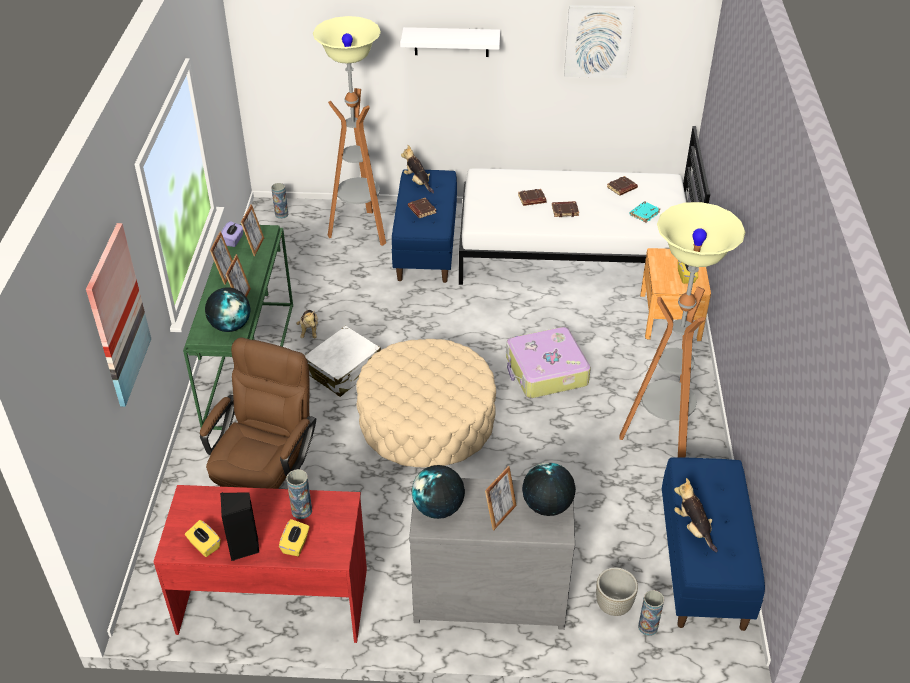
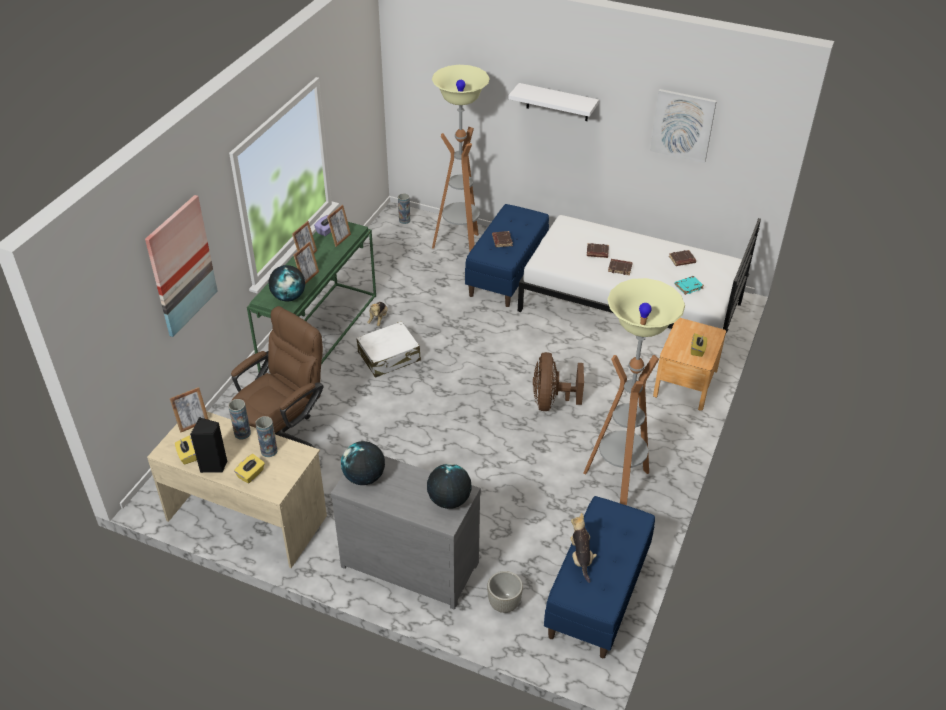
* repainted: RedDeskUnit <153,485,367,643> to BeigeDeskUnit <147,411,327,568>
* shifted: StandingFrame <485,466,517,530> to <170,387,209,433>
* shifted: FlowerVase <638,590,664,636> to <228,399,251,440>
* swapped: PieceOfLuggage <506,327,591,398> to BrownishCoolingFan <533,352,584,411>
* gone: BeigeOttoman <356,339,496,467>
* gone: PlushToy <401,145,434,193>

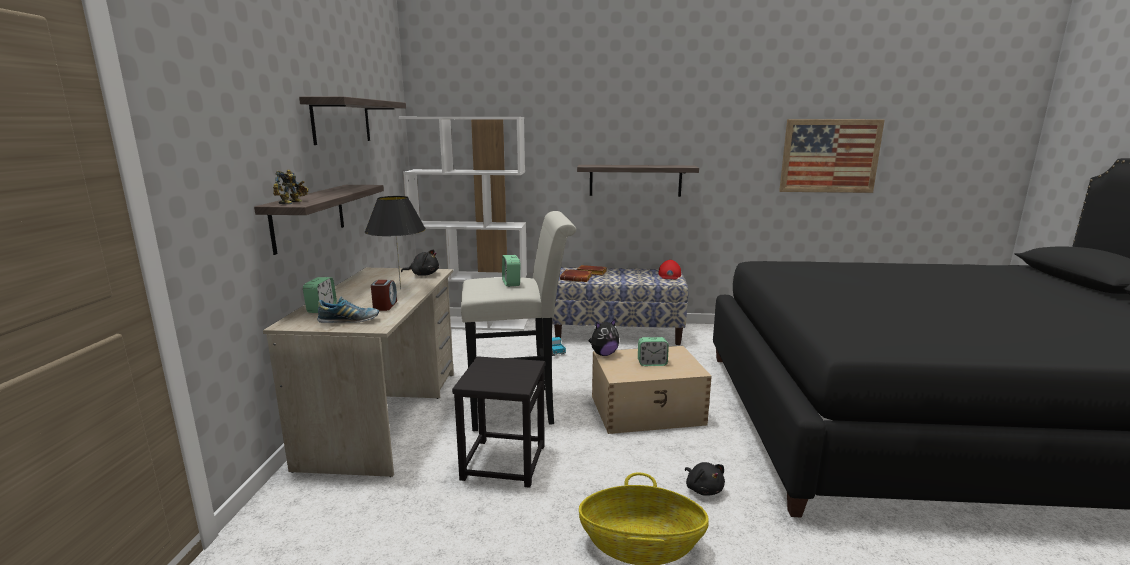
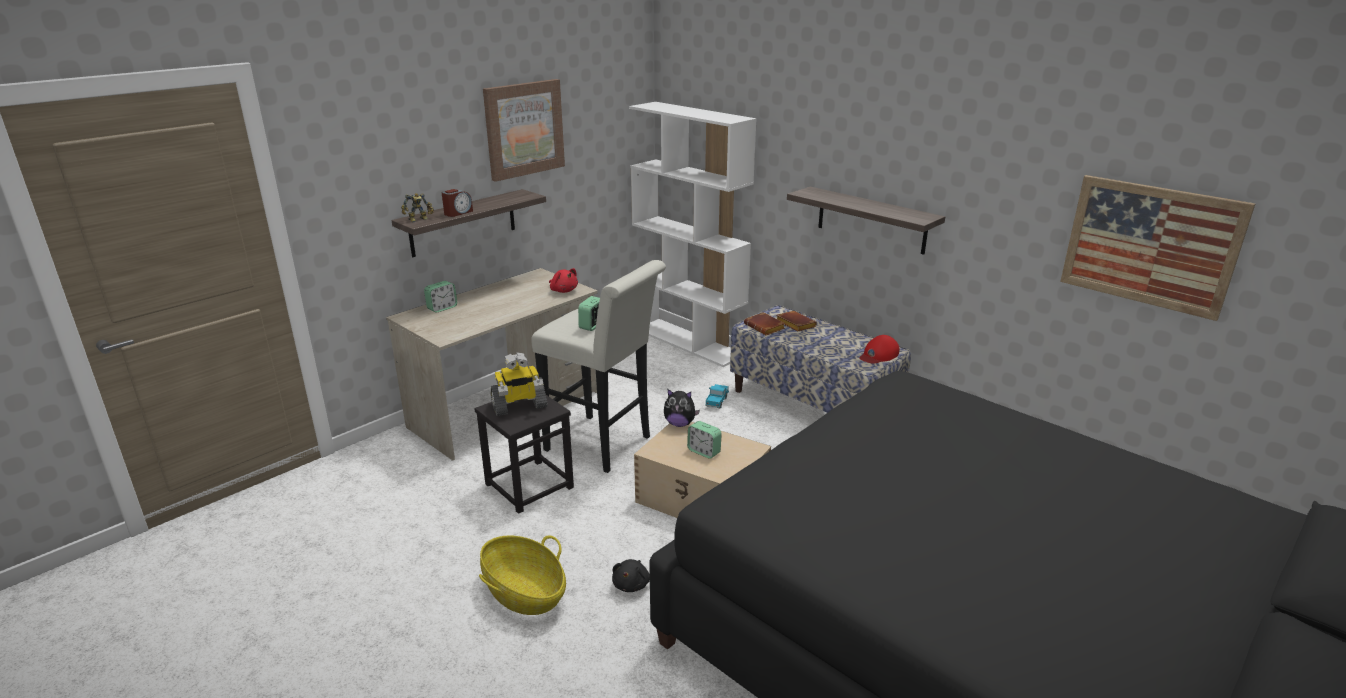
* shifted: AlarmClock <371,280,397,311> to <442,189,473,217>
* swapped: Shelf <299,97,406,145> to Picture <483,79,565,182>
* new: ToyRobot <491,352,548,416>
* repainted: BlackPlushToy <401,249,439,276> to RedPlushToy <549,268,578,293>
* gone: LowShoe <317,297,379,323>
* gone: BlackTableLamp <365,196,426,289>

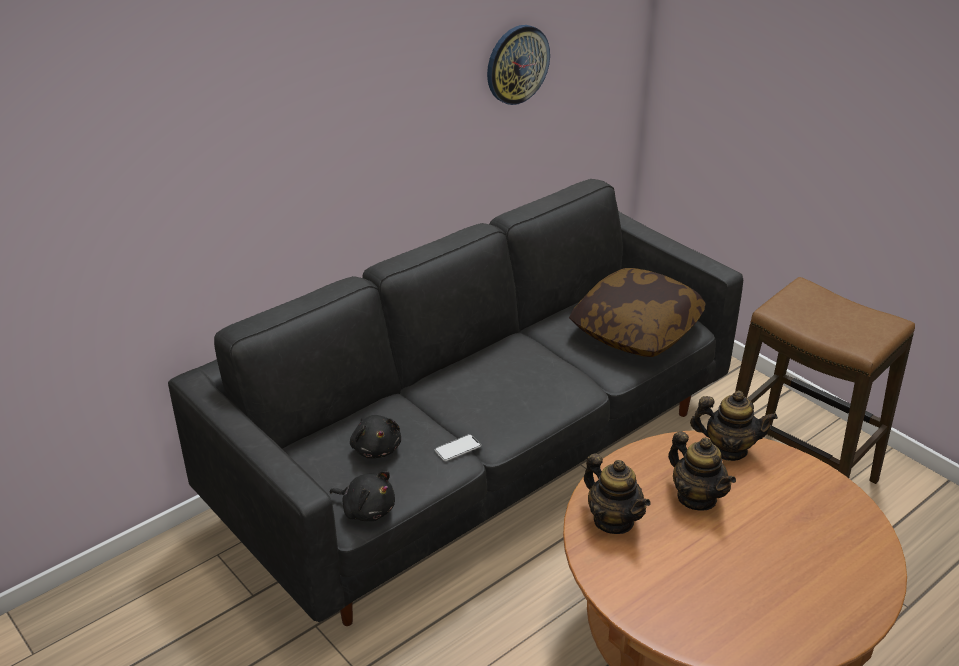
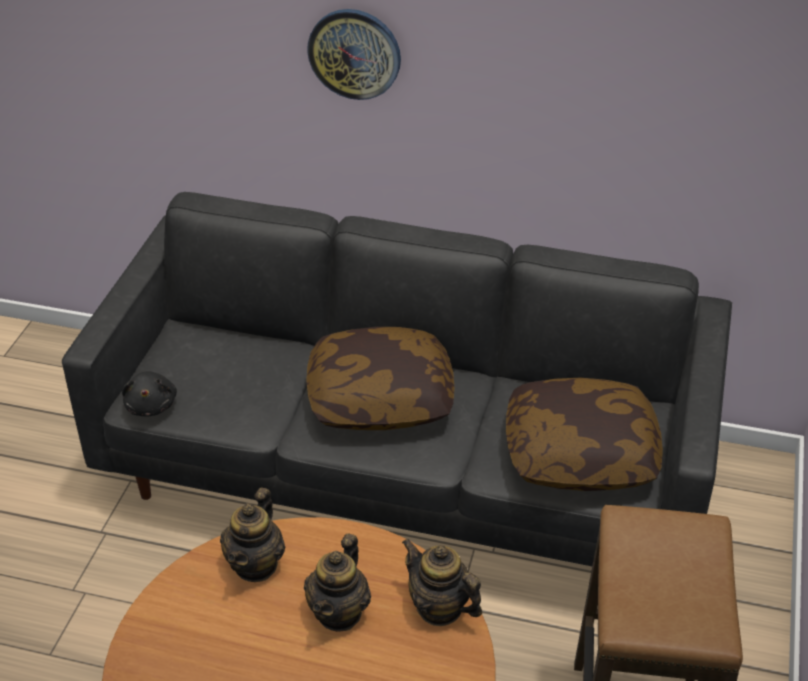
* new: Pillow <306,327,454,430>
* shifted: HangingClock <487,25,550,105> to <307,9,401,100>
* rotated: TeaPot <690,391,778,461> = <402,539,482,626> 150 degrees clockwise
* gone: BlackPlushToy <350,415,401,458>
* gone: Telephone <434,434,481,461>

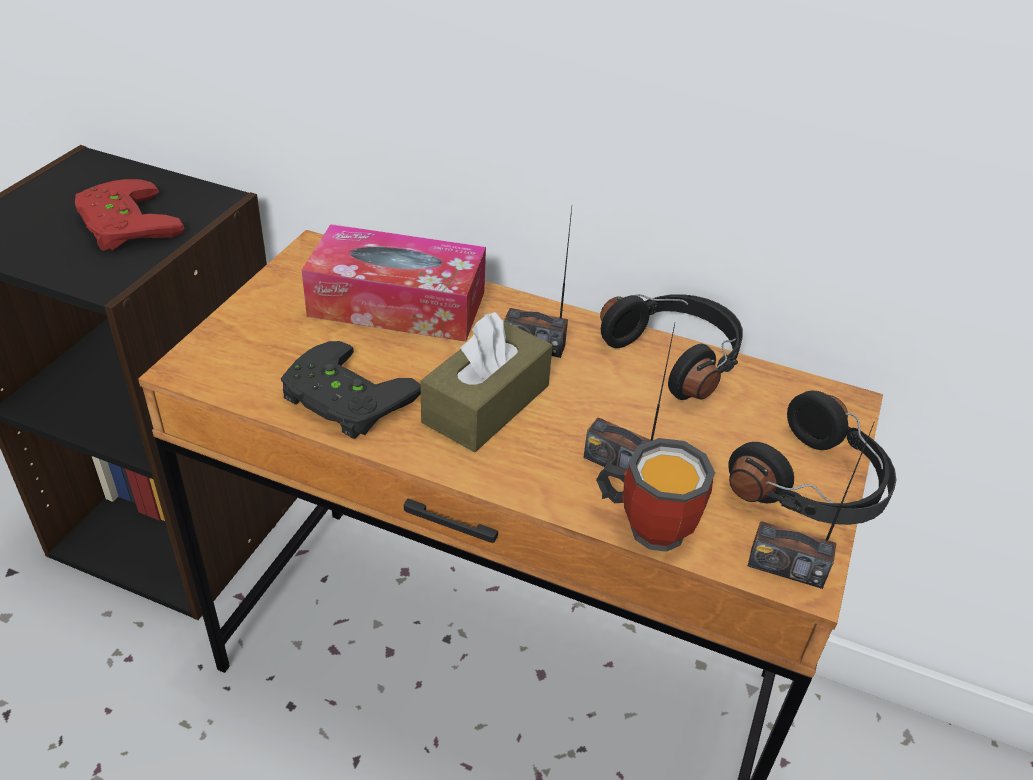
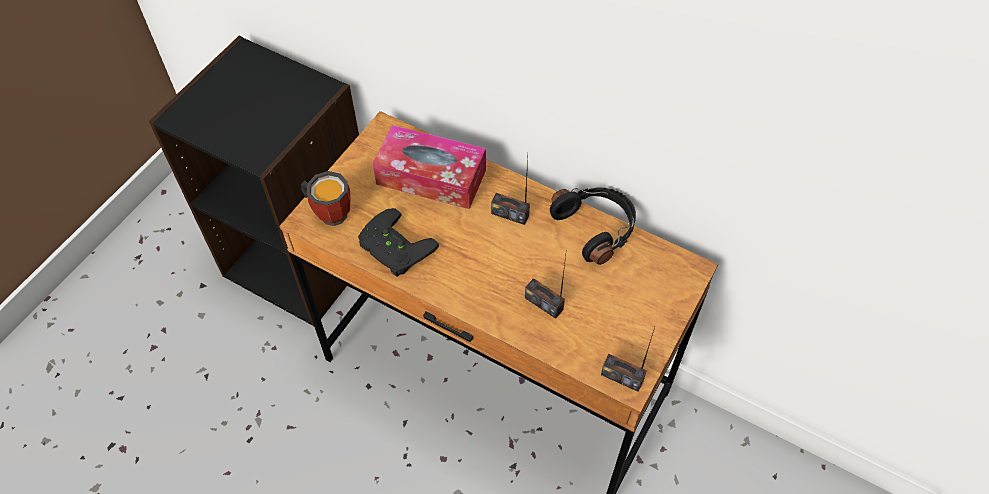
* shifted: TeaMug <596,438,715,552> to <301,171,351,226>
* gone: RedJoypad <75,179,184,251>
* gone: BrownishTissueHolder <420,312,553,452>
* gone: BlackPairOfHeadphones <728,391,896,525>

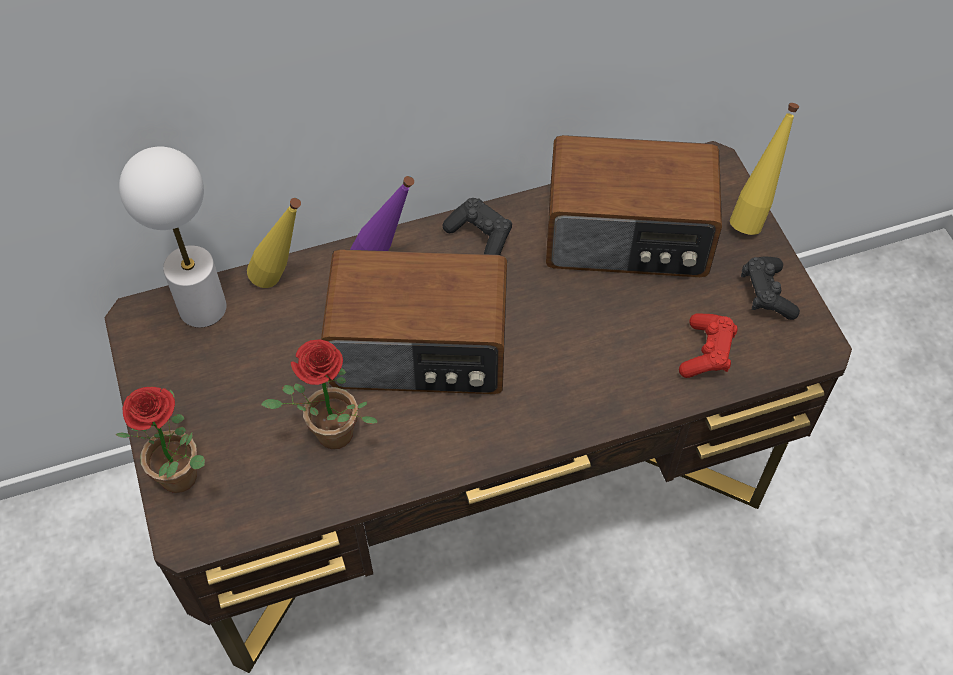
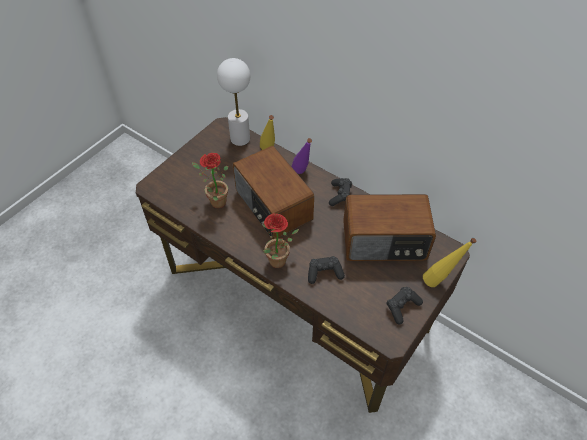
* shifted: PottedPlant <116,387,205,493> to <263,213,299,268>
* new: BlackJoypad <308,256,345,284>
* rotated: Radio <546,135,722,277> = <343,194,436,261> 60 degrees counterclockwise
* gone: RedJoypad <679,313,737,378>

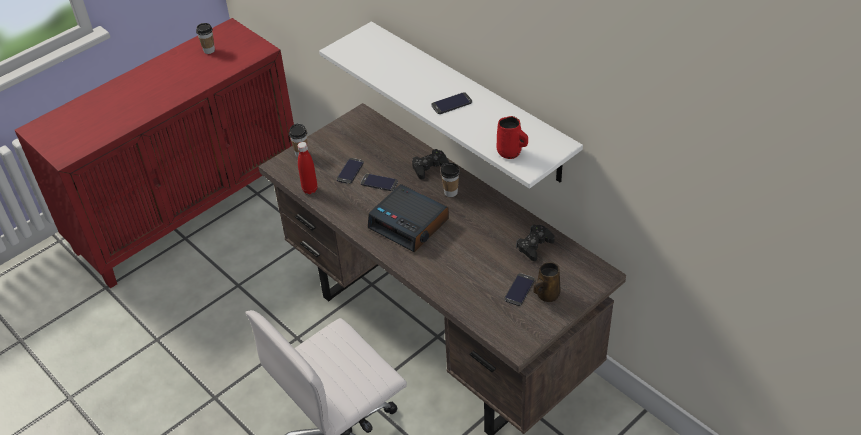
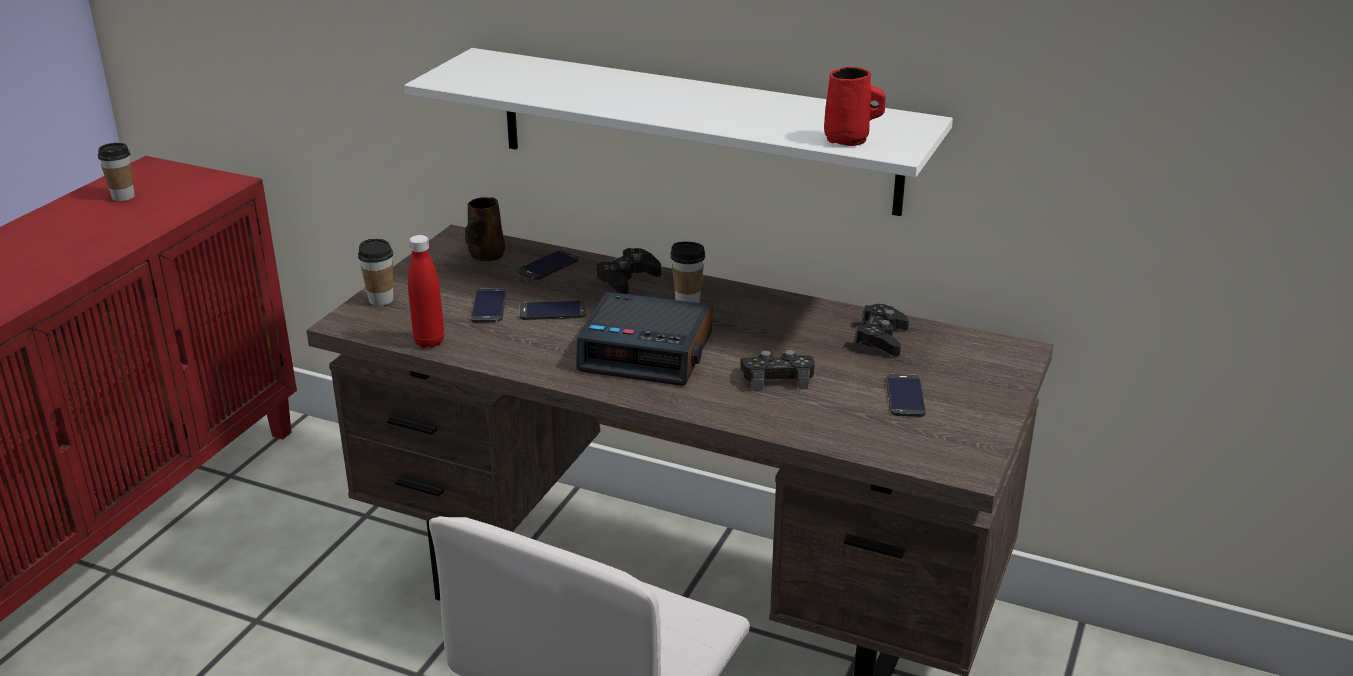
* shifted: BrownishTeaMug <533,262,561,302> to <465,197,505,261>
* shifted: Telephone <431,92,472,114> to <518,250,579,280>
* new: BlackJoypad <740,350,815,391>

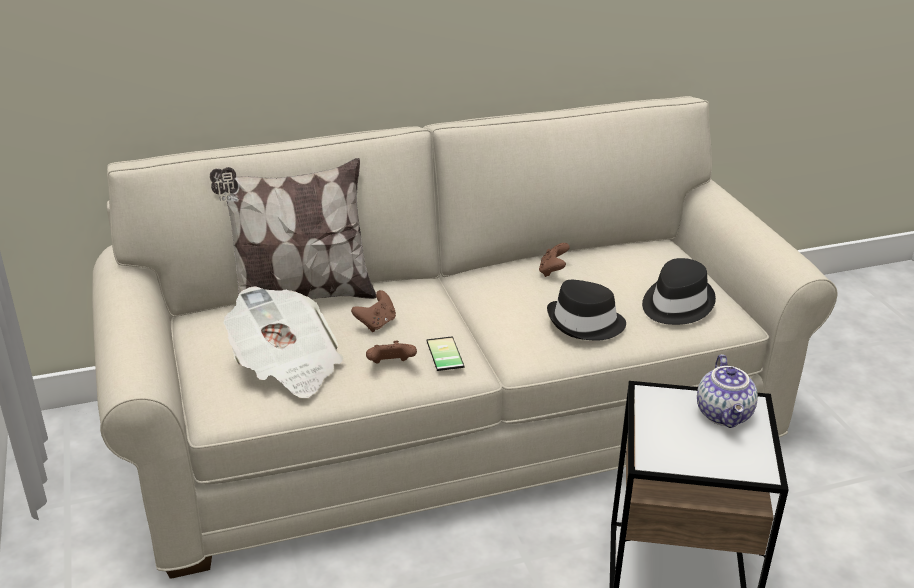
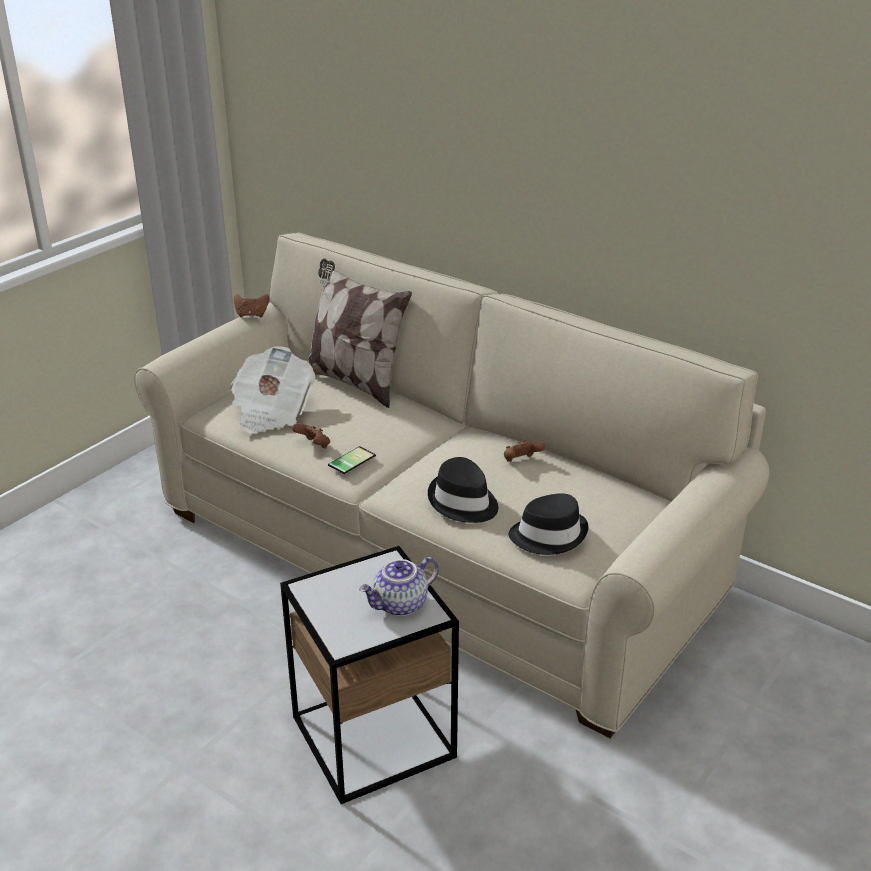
* shifted: BrownishJoypad <351,290,396,332> to <234,294,269,318>

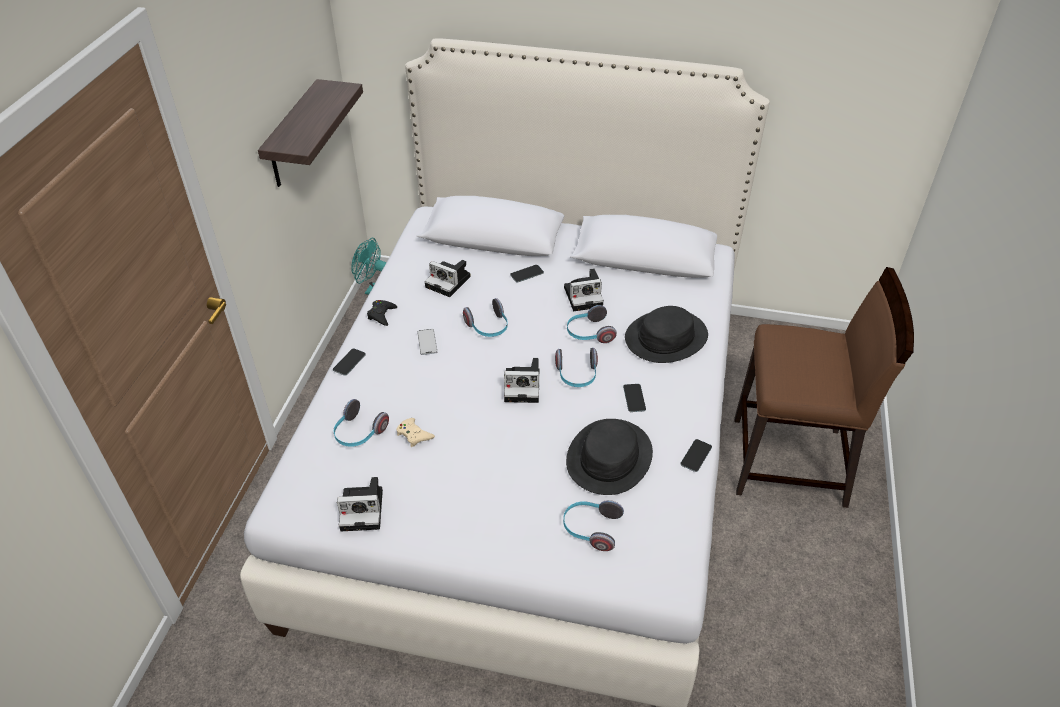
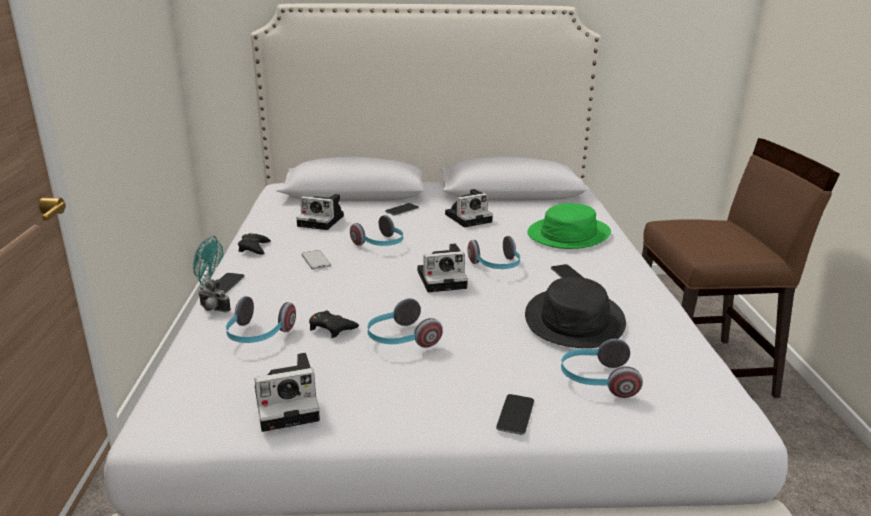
* new: StillCamera <198,279,231,313>
* repainted: BeigeJoypad <396,418,435,447> to BlackJoypad <309,311,359,338>
* shifted: PairOfHeadphones <567,305,617,343> to <367,298,443,348>
* shifted: Telephone <680,439,712,472> to <496,394,534,435>
* repainted: BlackWearableHat <625,306,708,363> to GreenColouredWearableHat <527,203,611,249>
* gone: Shelf <258,79,363,187>

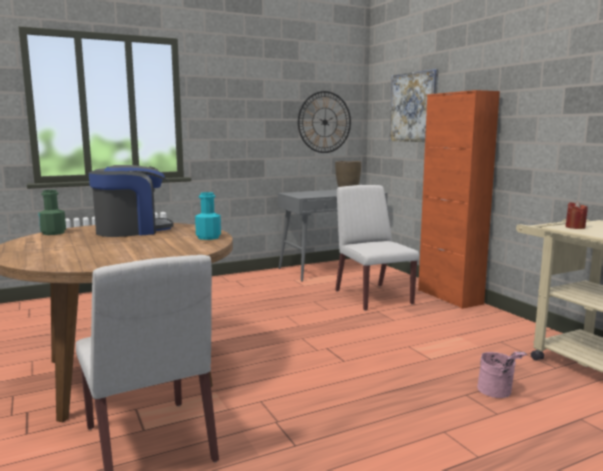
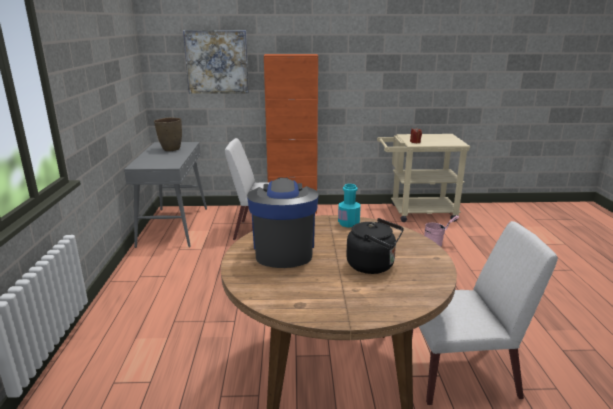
* new: BlackTeaKettle <346,218,404,274>
* gone: GreenColouredBottle <39,190,66,235>
* gone: HangingClock <298,91,351,153>

